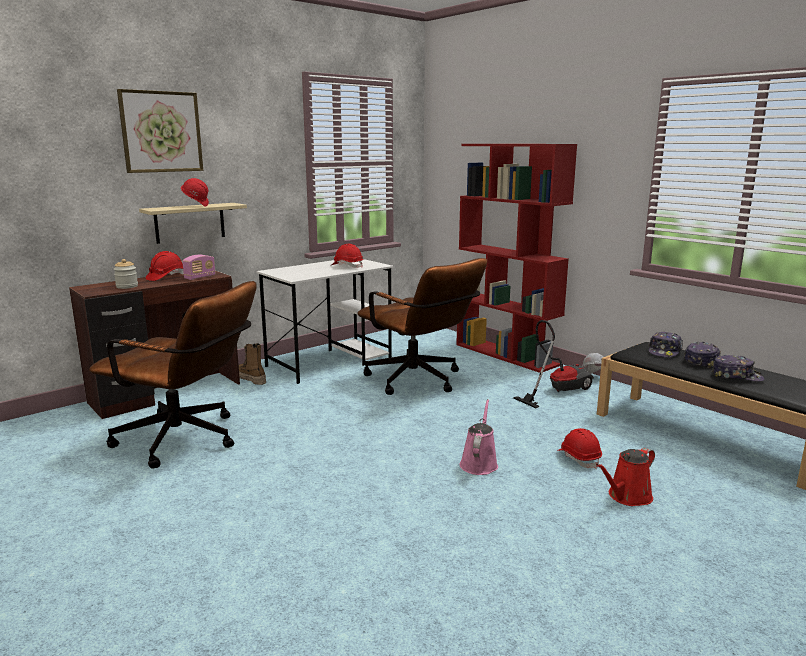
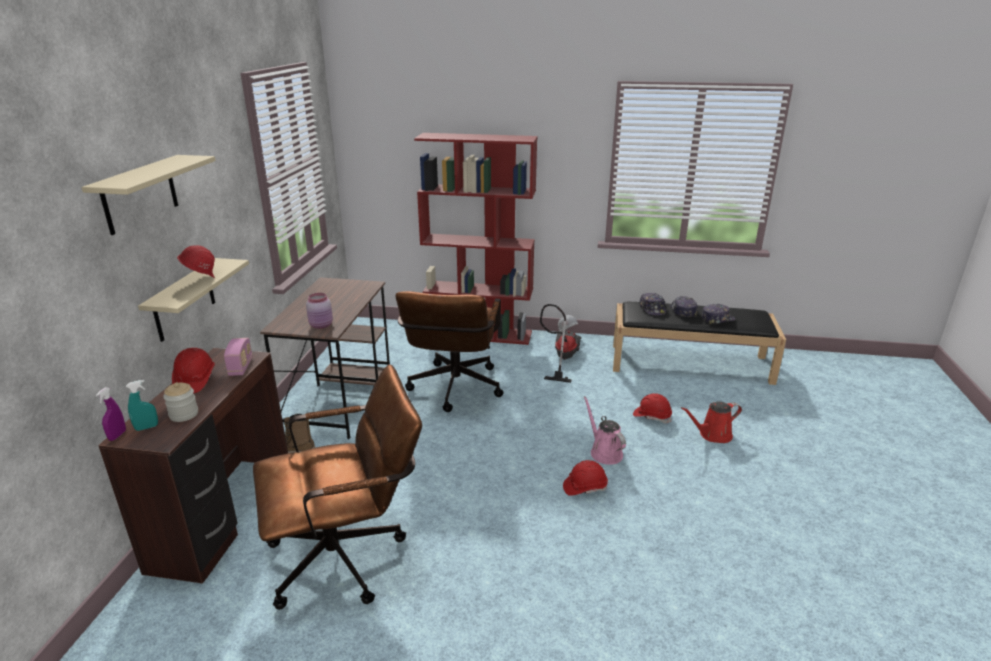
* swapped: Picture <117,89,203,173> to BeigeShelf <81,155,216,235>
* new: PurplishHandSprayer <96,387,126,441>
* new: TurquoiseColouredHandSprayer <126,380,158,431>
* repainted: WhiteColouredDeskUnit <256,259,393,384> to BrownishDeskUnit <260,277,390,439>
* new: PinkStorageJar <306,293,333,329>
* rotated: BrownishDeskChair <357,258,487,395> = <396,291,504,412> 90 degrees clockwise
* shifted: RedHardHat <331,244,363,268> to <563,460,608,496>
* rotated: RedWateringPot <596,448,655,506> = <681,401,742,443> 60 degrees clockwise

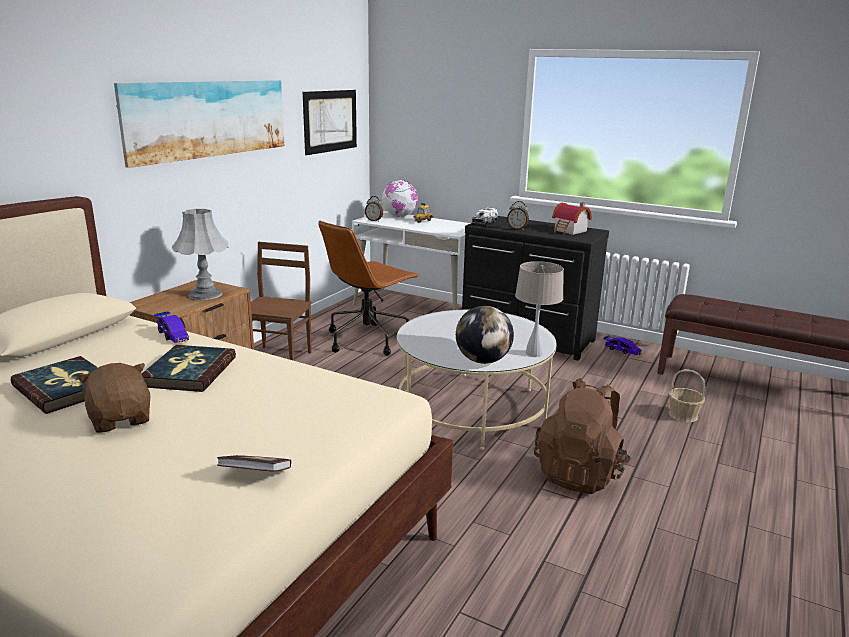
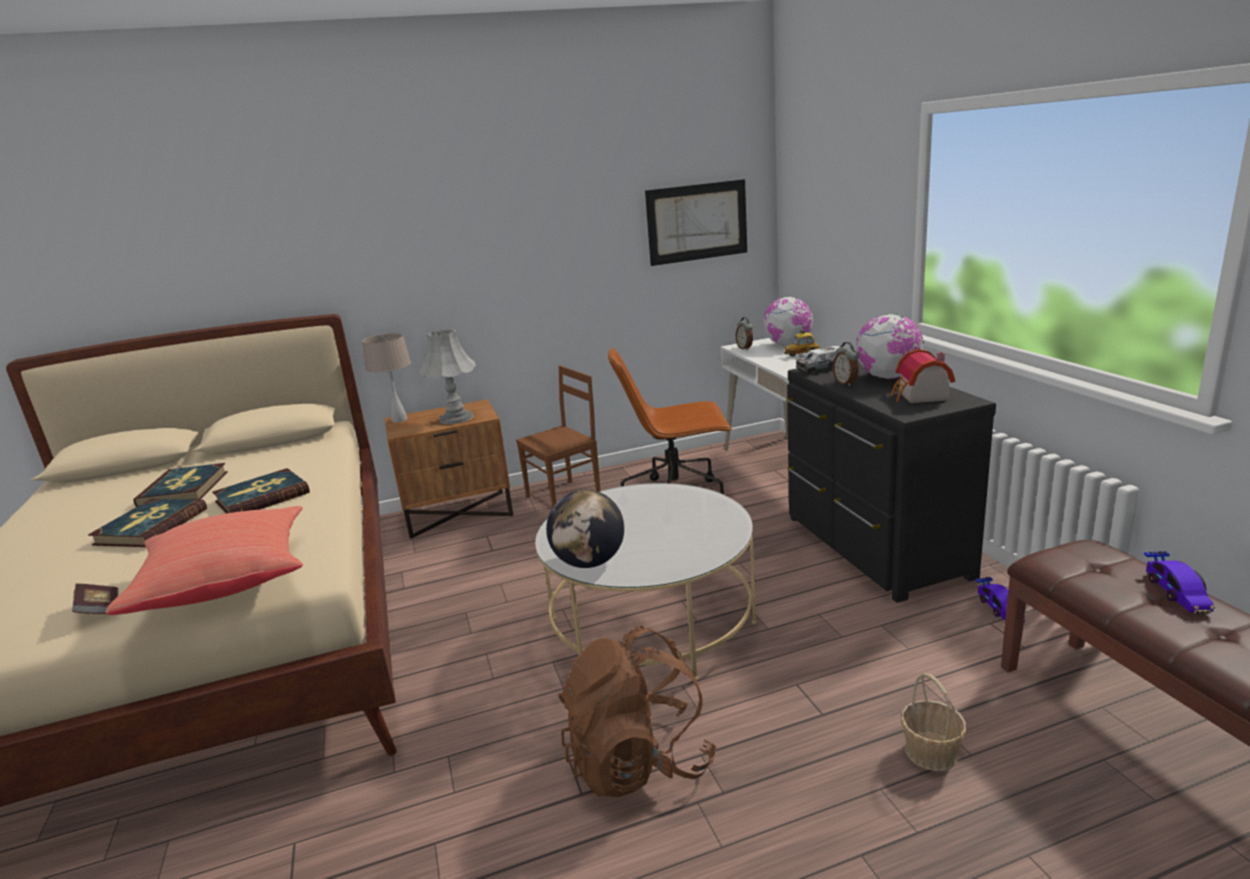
* swapped: BrownishPlushToy <76,363,150,433> to Book <88,499,207,547>
* new: RedPillow <106,506,303,615>
* shifted: BeigeTableLamp <515,261,564,357> to <362,333,411,423>
* new: DeskGlobe <856,314,924,379>
* shifted: ModelCar <154,311,189,343> to <1144,551,1215,614>
* gone: Picture <114,80,284,168>

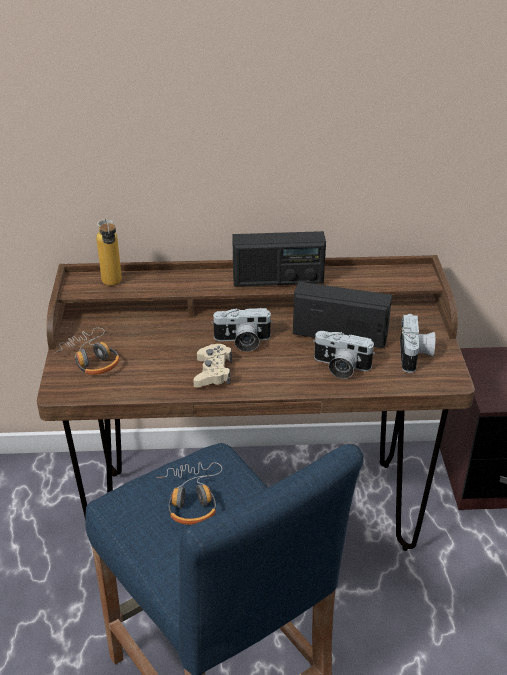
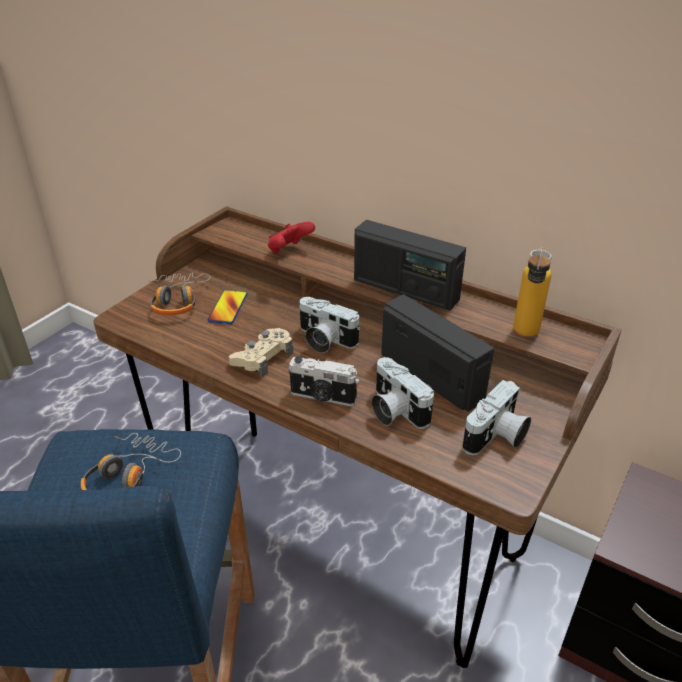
* new: Telephone <208,290,248,324>
* new: RedJoypad <268,222,315,254>
* new: StillCamera <288,356,359,406>
* shifted: Bottle <96,218,122,286> to <513,247,552,337>

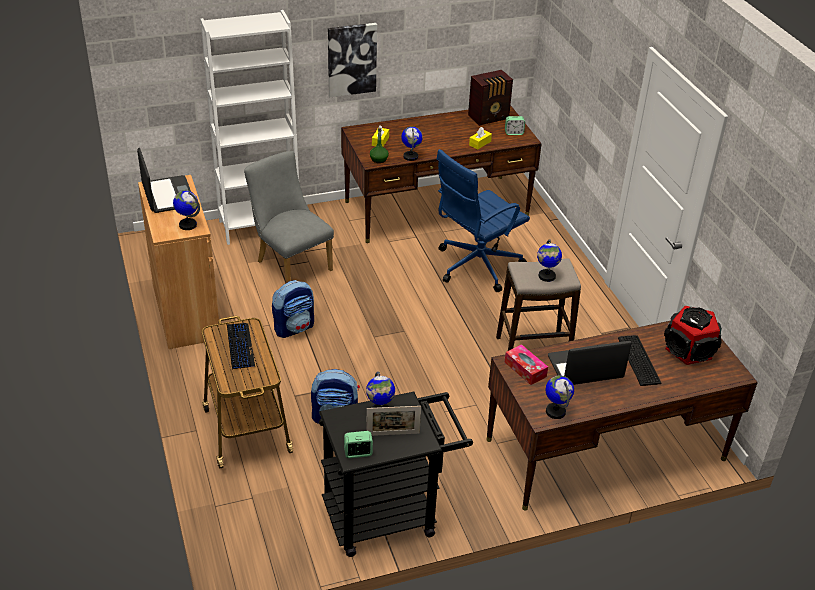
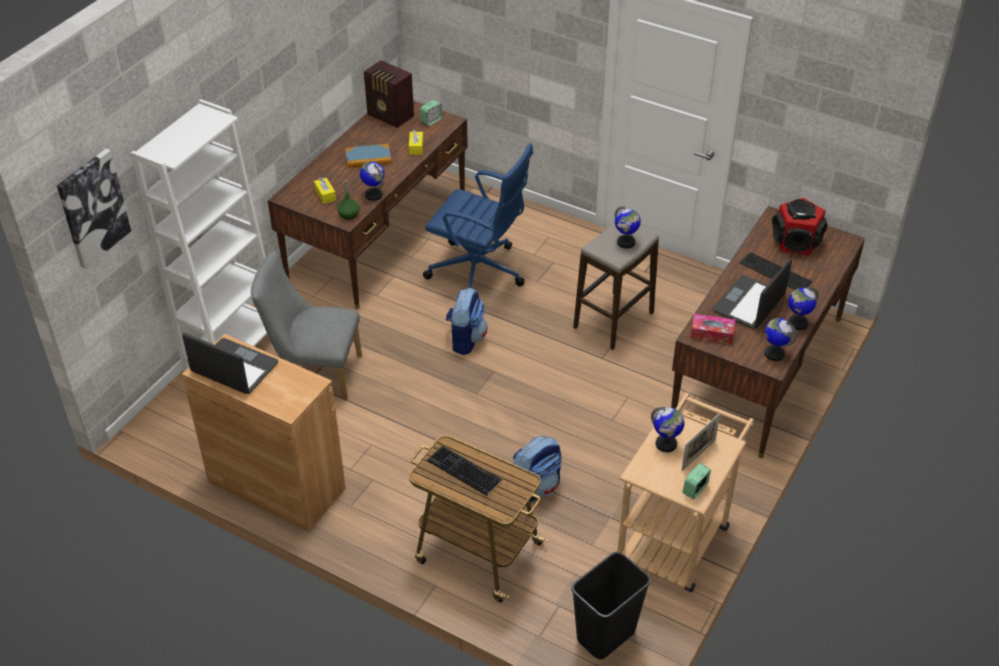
* shifted: Picture <328,23,377,97> to <57,149,131,269>
* new: Book <346,144,391,168>
* rotated: Radio <468,70,513,126> = <364,60,414,128> 105 degrees clockwise
* rotated: BluishDeskChair <437,149,530,292> = <423,143,533,288> 75 degrees counterclockwise
* shifted: Backpack <272,280,314,338> to <446,288,488,355>
* new: BlackWasteBin <571,552,651,659>
* repainted: BlackCart <319,392,473,557> to BeigeCart <617,393,754,592>
* shifted: DeskGlobe <173,191,200,230> to <788,287,819,330>

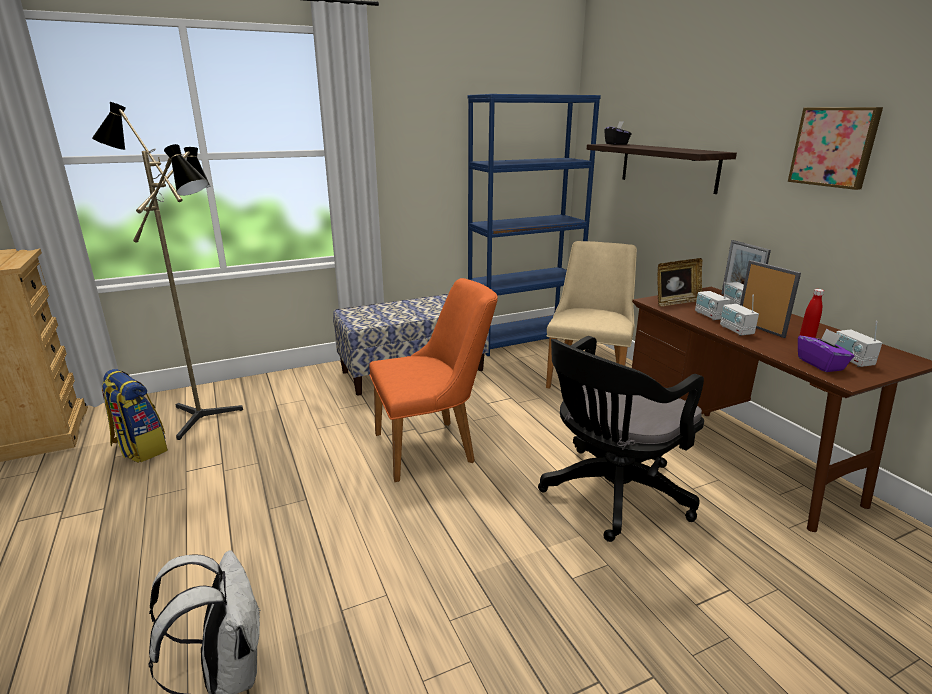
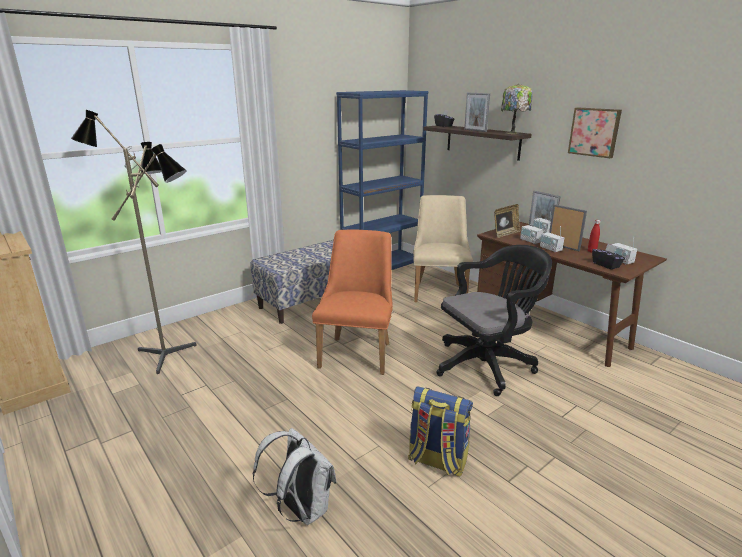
* rotated: OrangeColouredPlainChair <369,278,498,482> = <312,229,393,375> 45 degrees counterclockwise
* shifted: Backpack <102,369,168,463> to <408,386,473,477>
* rotated: BlackDeskChair <538,336,704,542> = <436,245,552,396> 150 degrees counterclockwise
* new: StandingFrame <464,93,490,132>
* new: TableLamp <501,84,533,134>
* repainted: PurplishTissueHolder <798,329,854,372> to BlackTissueHolder <592,244,625,269>

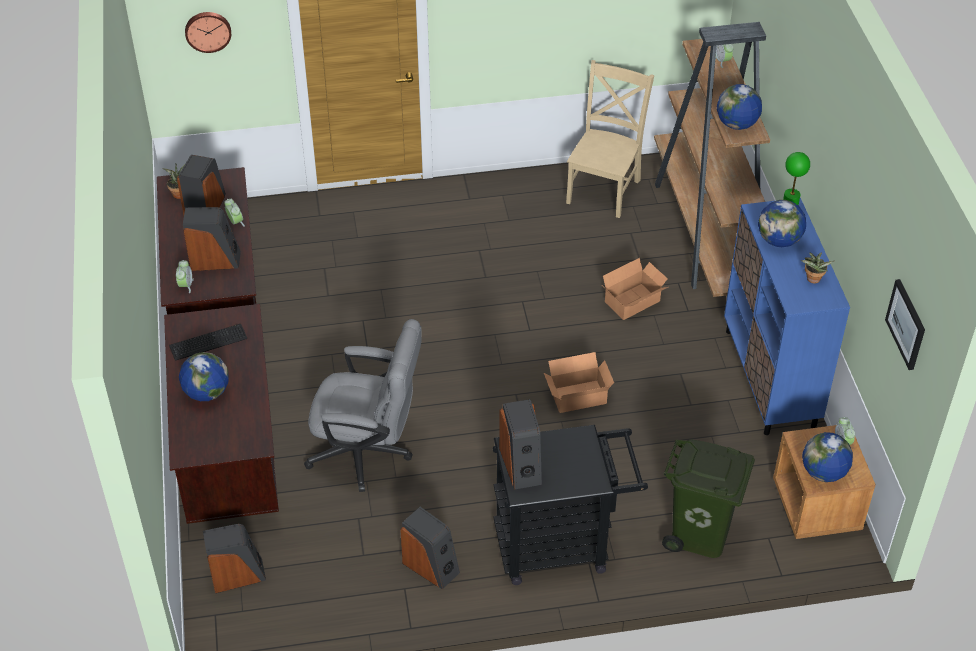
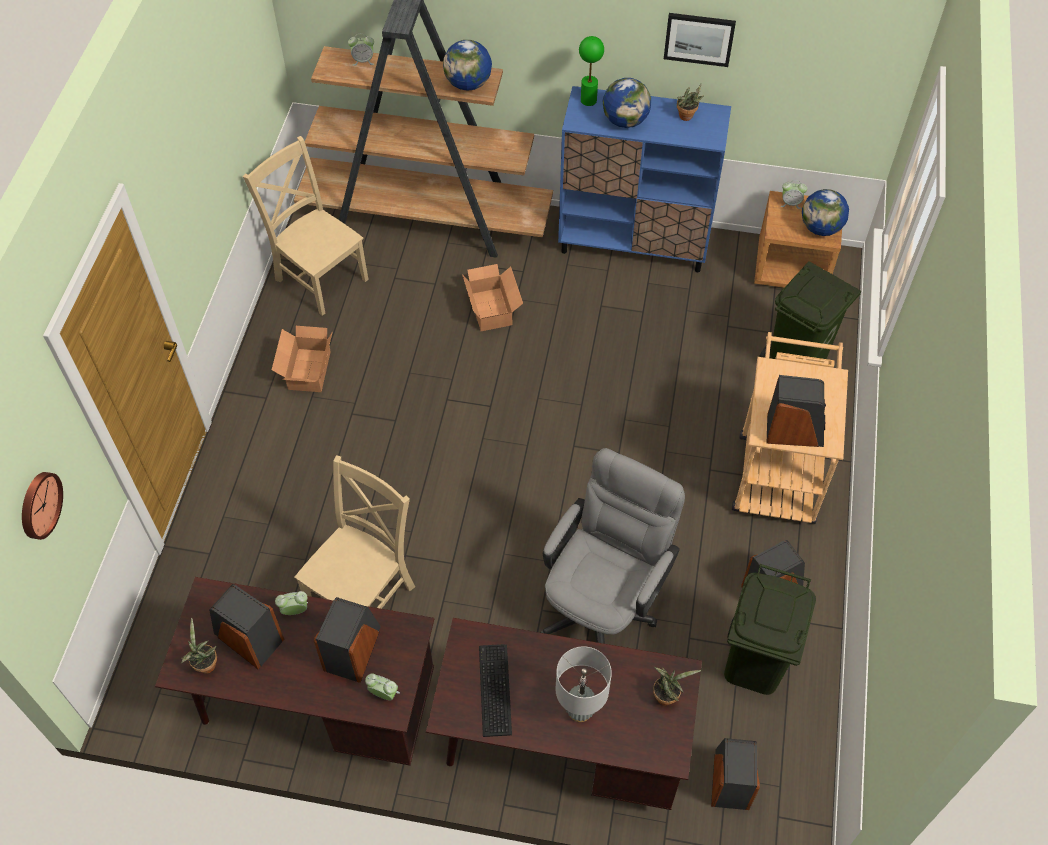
* shifted: PackingBox <544,352,614,413> to <272,326,333,392>
* new: BeigePlainChair <294,455,415,609>
* swapped: DeskGlobe <179,352,229,401> to GreyTableLamp <556,646,612,722>
* new: PottedPlant <653,667,701,706>
* shifted: Picture <885,279,925,370> to <664,13,736,67>
* new: GreenColouredWasteBin <724,564,816,695>
* repainted: BlackCart <493,425,648,585> to BeigeCart <732,332,848,524>

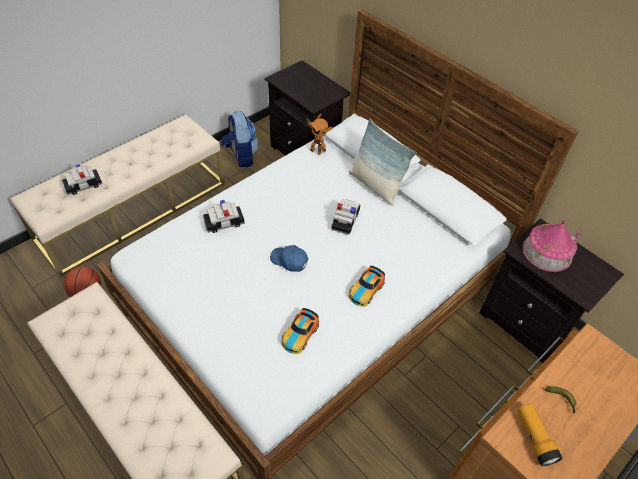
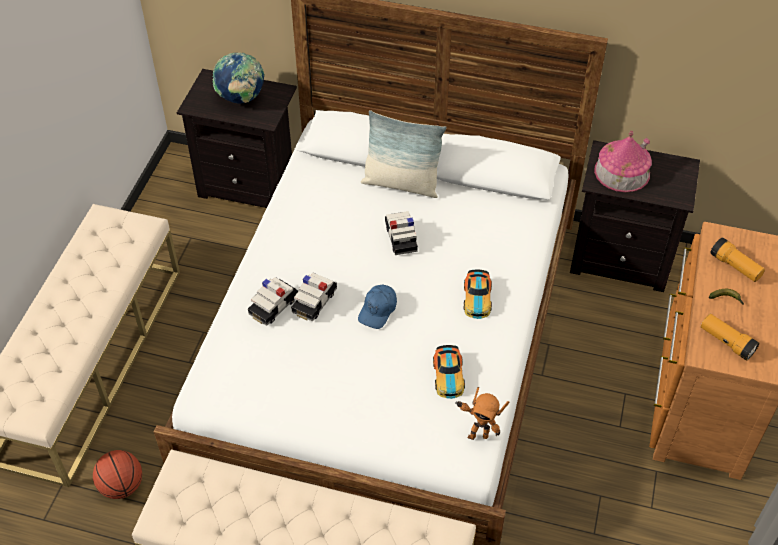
* new: DeskGlobe <212,53,265,104>
* shifted: ModelCar <62,164,102,195> to <291,273,337,322>
* rotated: BluishCap <270,245,308,272> = <358,285,397,329> 60 degrees counterclockwise
* shifted: ToyRobot <306,114,333,155> to <456,387,510,440>
* new: Torch <710,238,765,282>
* gone: Backpack <221,111,259,167>

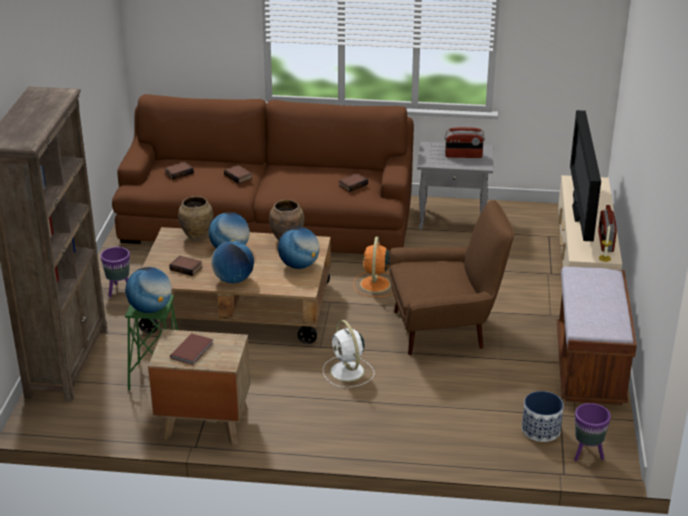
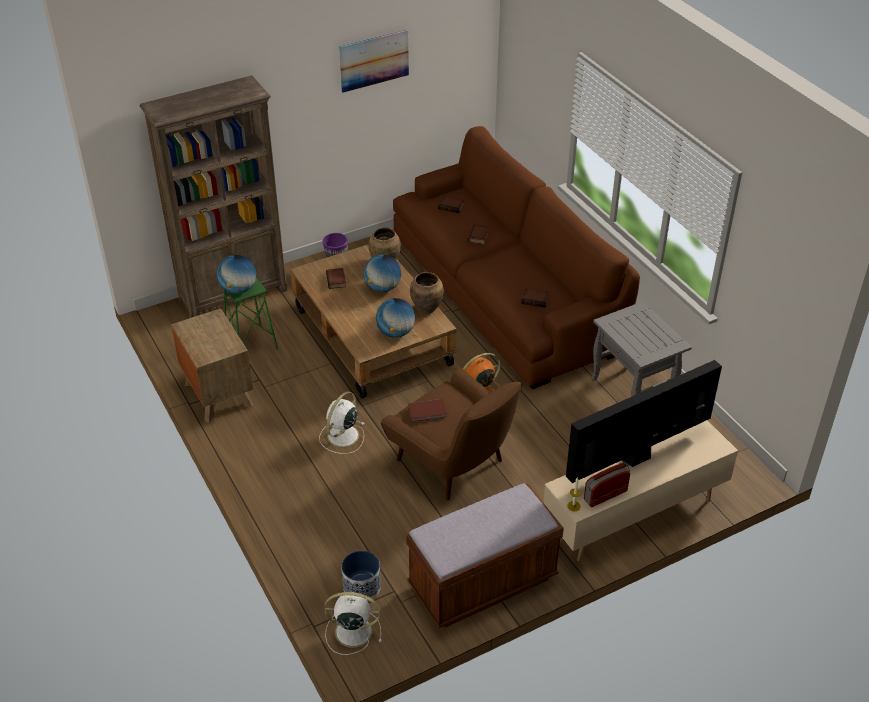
* swapped: PurplishPlantPot <574,403,611,461> to WhiteColouredCoolingFan <324,592,381,655>
* new: Picture <339,30,409,93>
* shifted: BrownishBook <170,333,213,365> to <408,399,448,422>
* gone: DeskGlobe <211,241,254,283>
* gone: Radio <445,127,485,158>

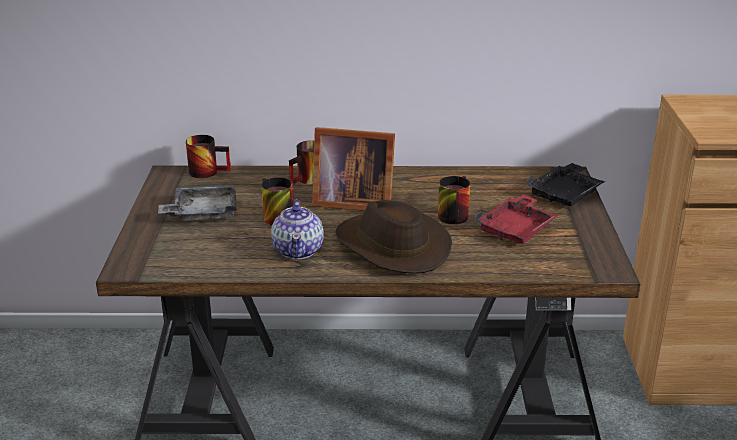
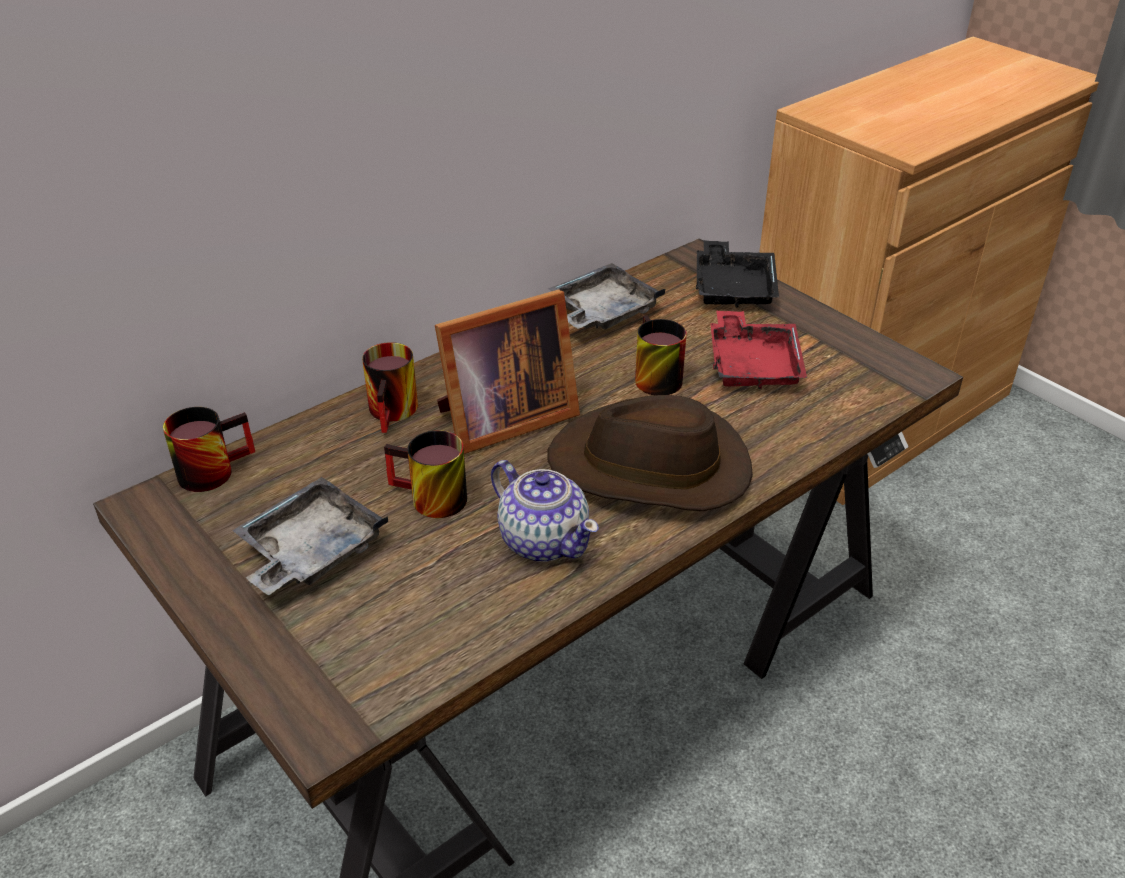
* new: GreyServingTray <548,263,666,329>

